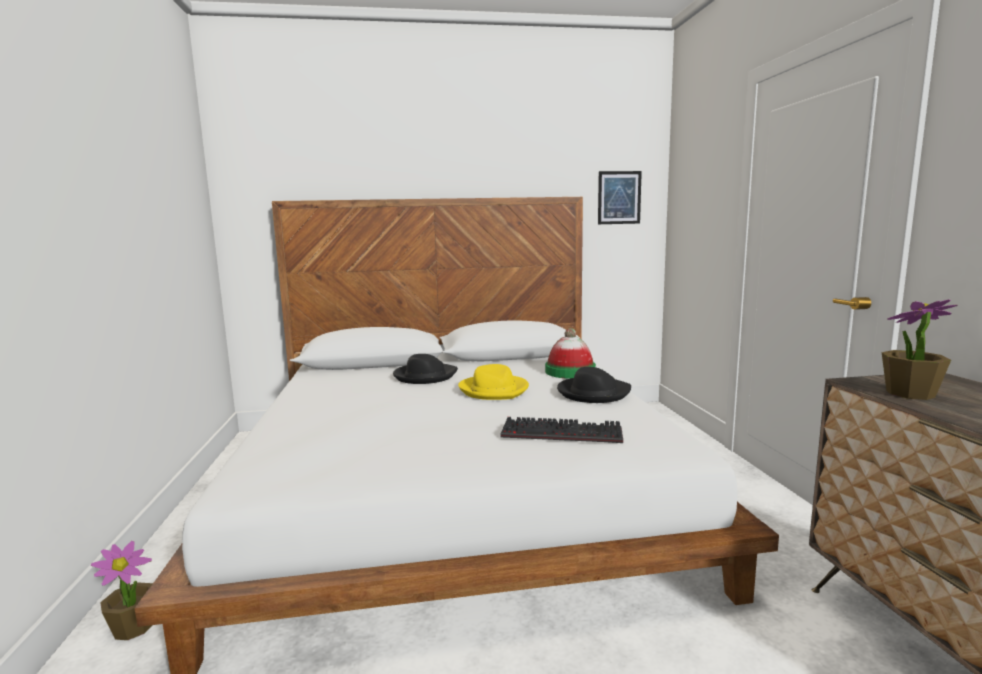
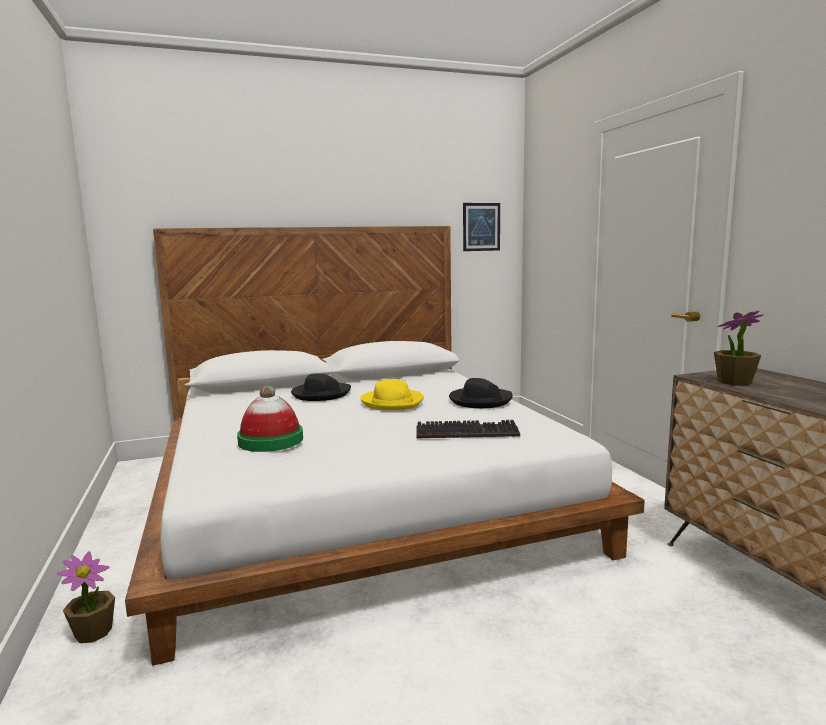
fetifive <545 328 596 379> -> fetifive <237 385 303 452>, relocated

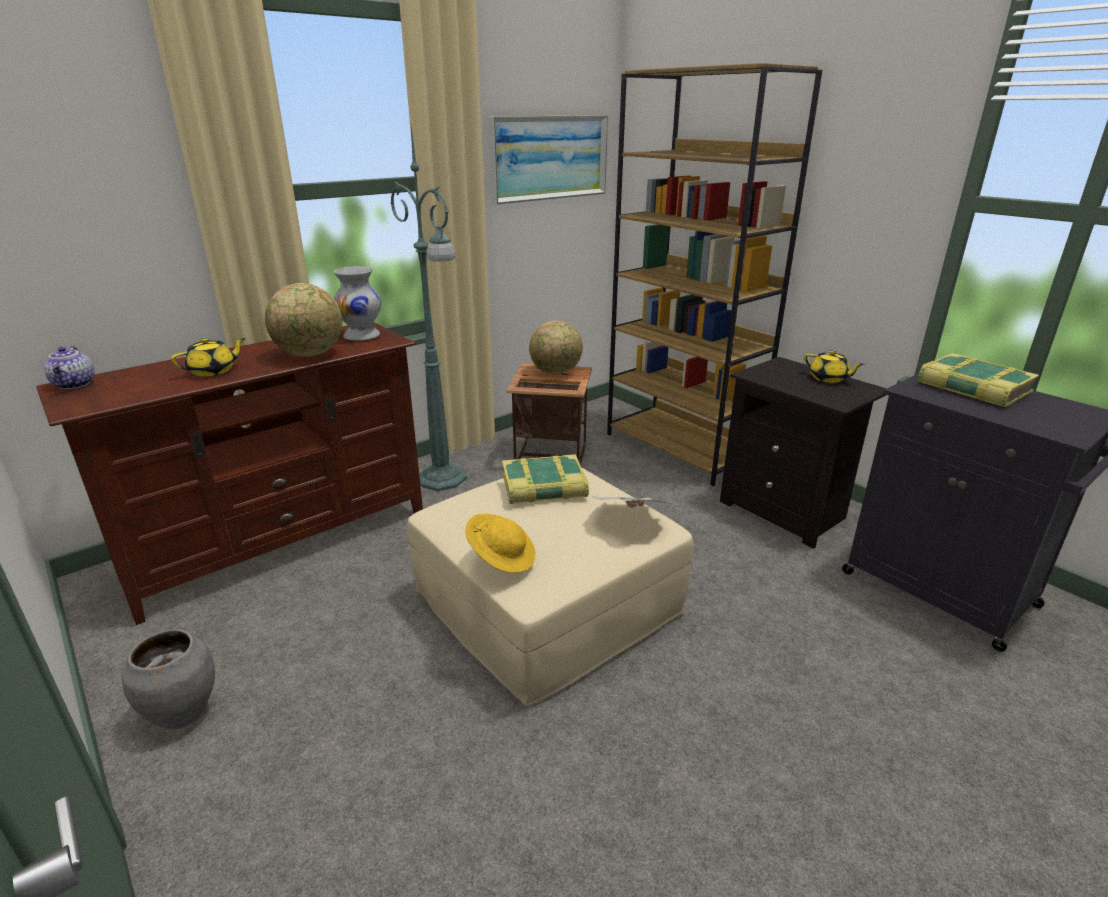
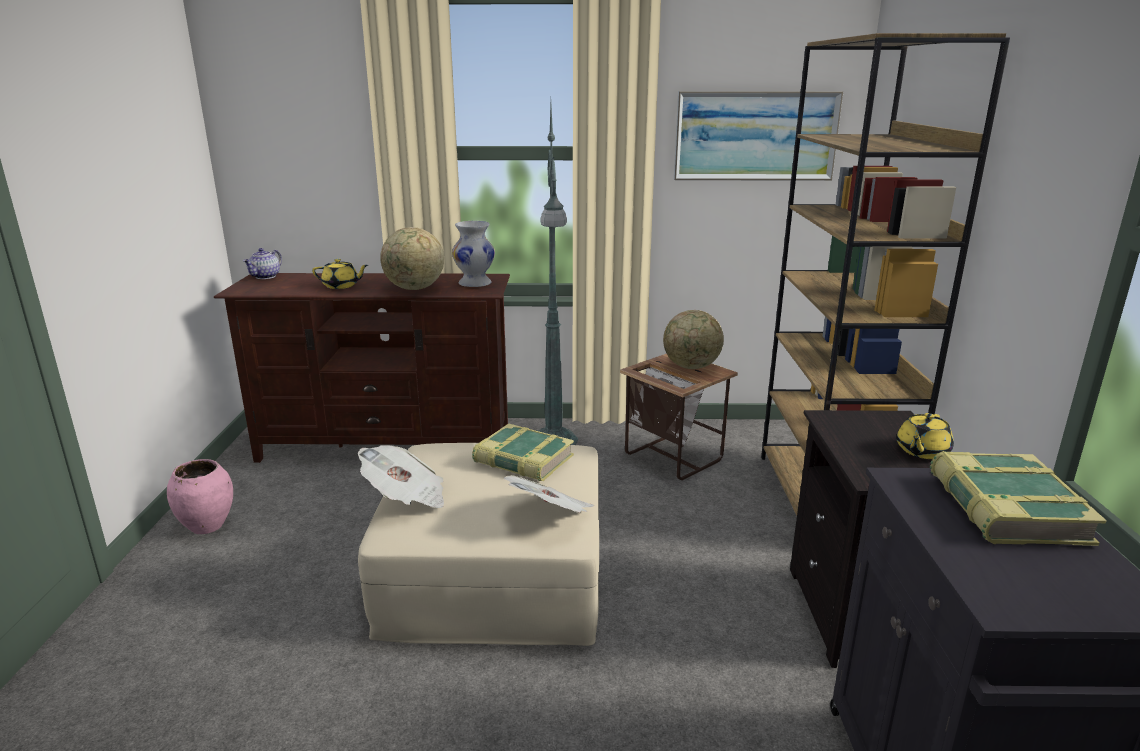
fetifive (yellow) <465 514 536 573> -> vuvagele <358 445 444 508>
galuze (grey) <122 629 215 729> -> galuze (pink) <167 459 233 534>
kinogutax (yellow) <804 350 865 383> -> kinogutax (yellow) <896 413 954 459>, 45 degrees clockwise

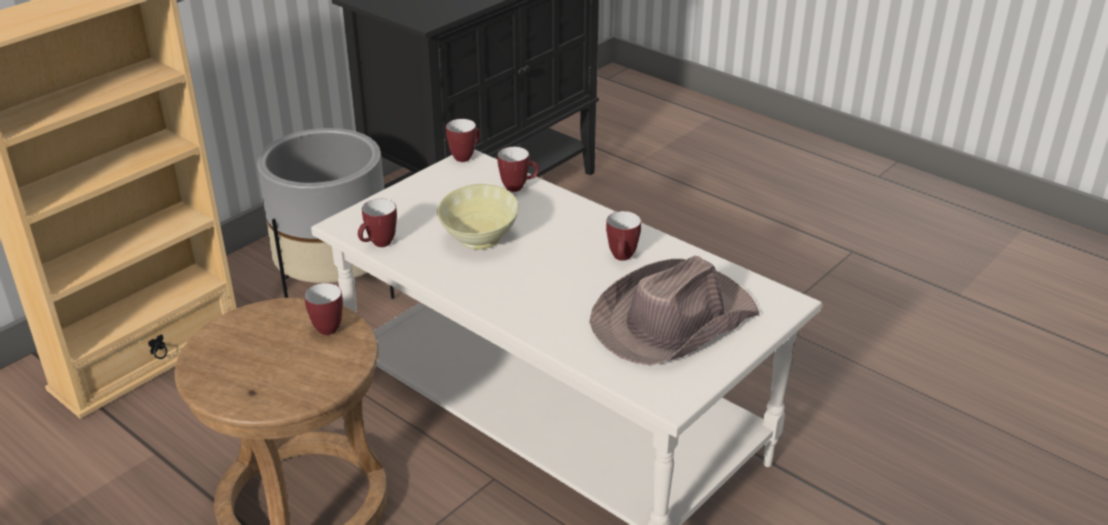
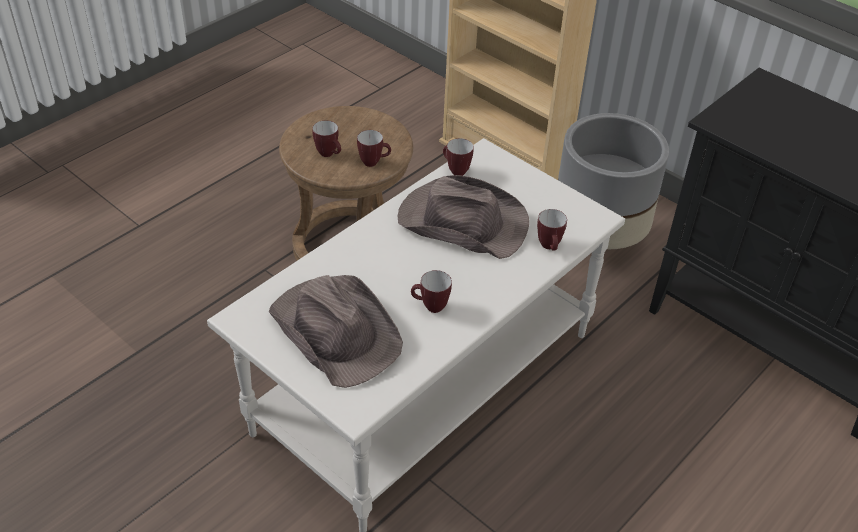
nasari <446 119 480 162> -> nasari <312 120 341 157>, relocated
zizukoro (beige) <437 184 519 250> -> fetifive (brown) <398 175 529 259>

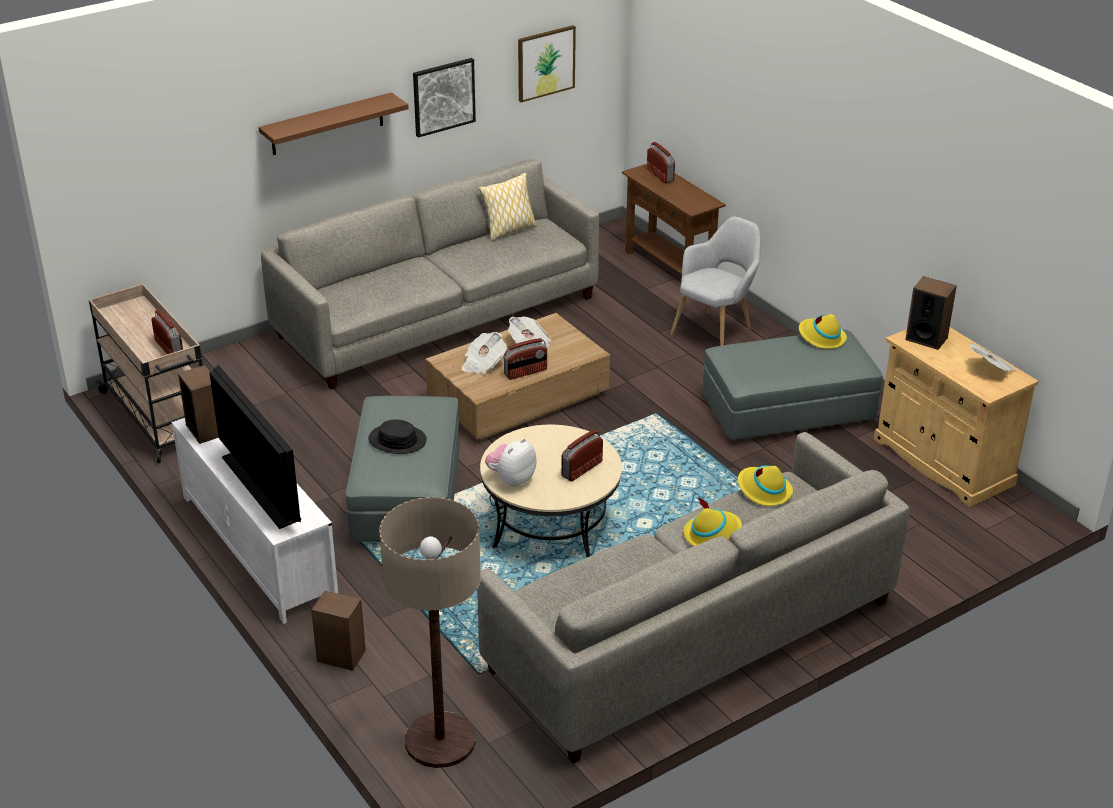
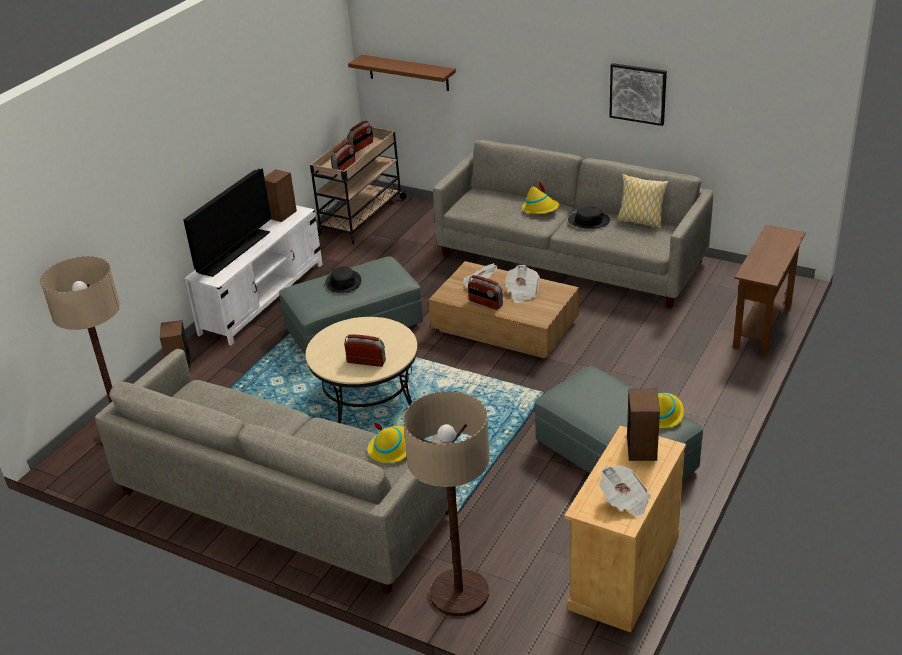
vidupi <485 438 536 487> -> none
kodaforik <518 25 576 102> -> none
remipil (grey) <670 216 761 346> -> none
none -> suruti <403 391 490 616>
none -> fetifive (black) <568 207 610 229>
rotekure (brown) <258 92 409 155> -> rotekure (brown) <348 55 456 91>, relocated
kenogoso <647 142 675 183> -> kenogoso <347 120 373 153>, relocated
fetifive (yellow) <684 497 742 546> -> fetifive (yellow) <522 181 560 214>, relocated

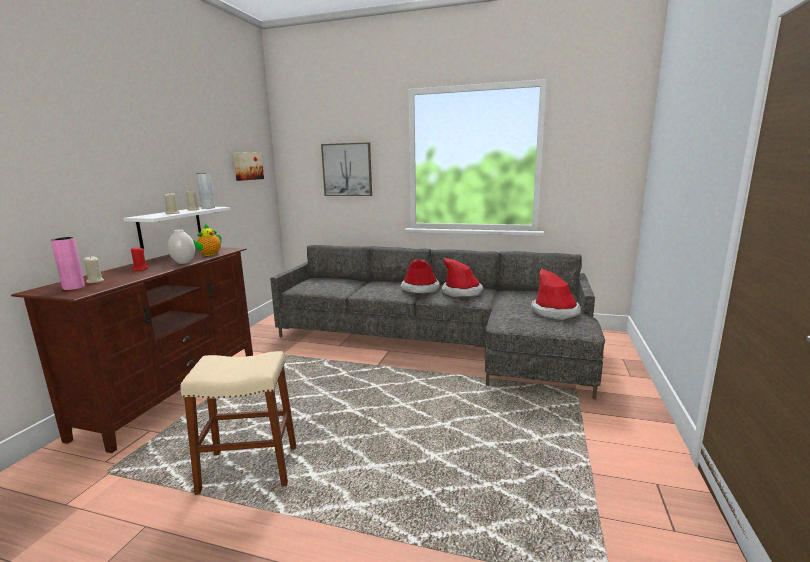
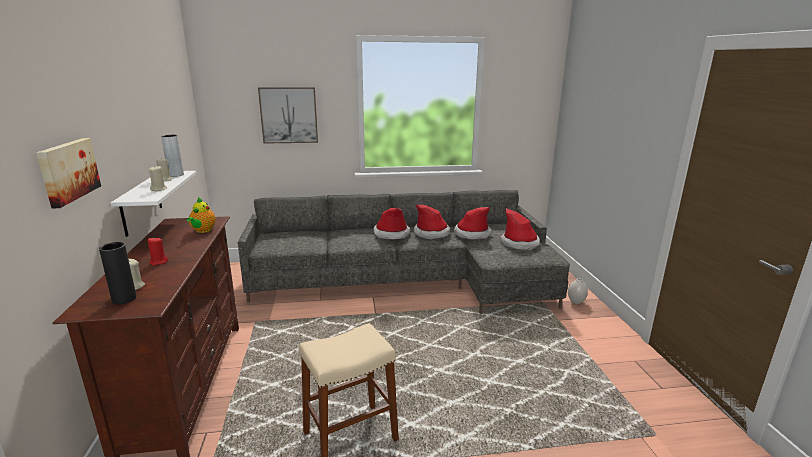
none -> fetifive <454 207 491 240>
galuze (white) <168 229 195 264> -> galuze (white) <568 278 588 304>, relocated
kodaforik <233 152 264 181> -> kodaforik <36 138 101 208>, relocated
galuze (pink) <51 237 85 290> -> galuze (black) <99 242 136 304>

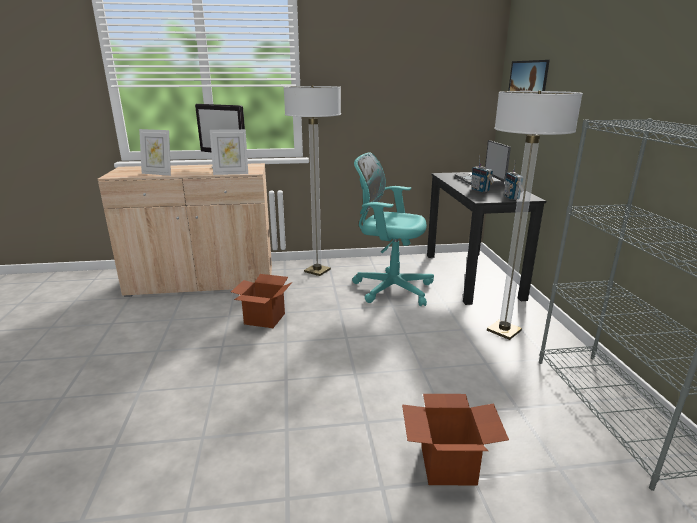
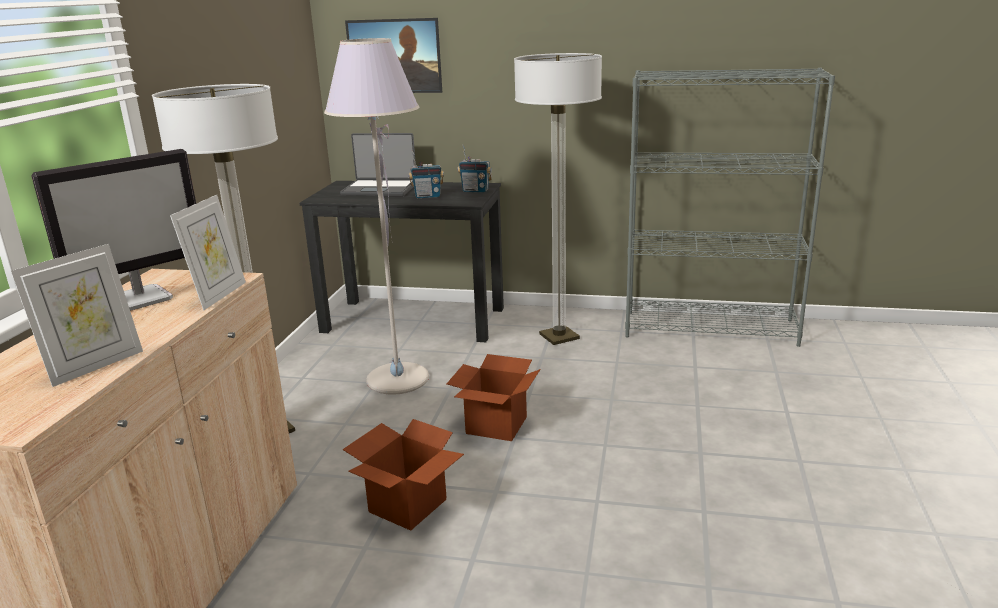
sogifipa <402 394 509 486> -> sogifipa <447 354 541 441>, relocated
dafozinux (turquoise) <352 152 434 306> -> suruti (grey) <324 38 429 395>

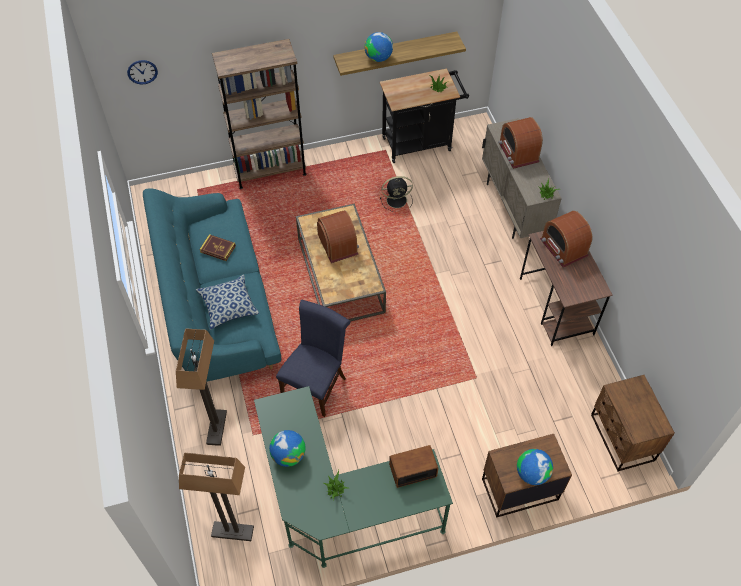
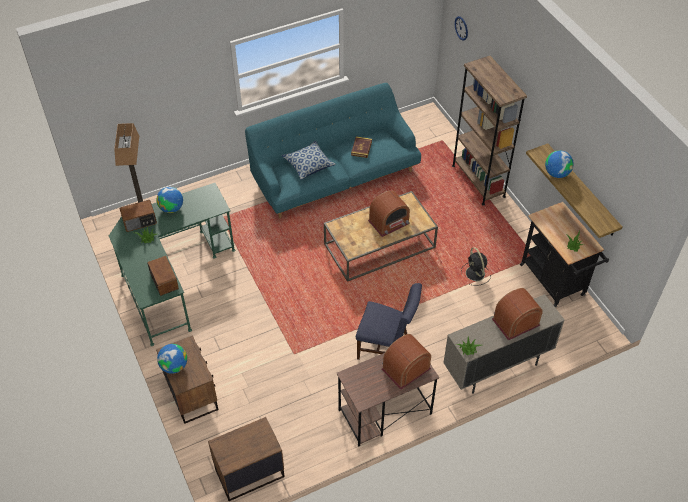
suruti <176 328 227 446> -> none
none -> kenogoso <120 200 157 232>
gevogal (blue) <276 300 350 417> -> gevogal (blue) <356 283 422 360>, relocated

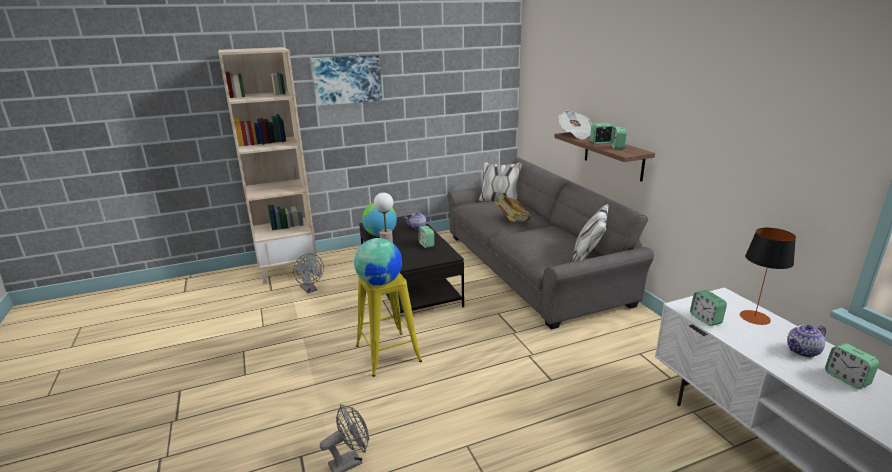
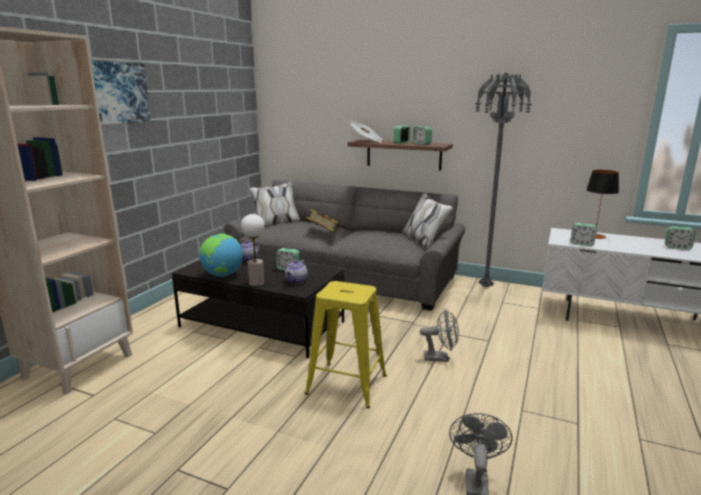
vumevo <354 238 402 286> -> none
none -> suruti (grey) <475 73 532 287>
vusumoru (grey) <293 254 324 293> -> vusumoru (grey) <420 308 459 362>, relocated
kinogutax <787 325 826 357> -> kinogutax <285 260 308 284>, relocated

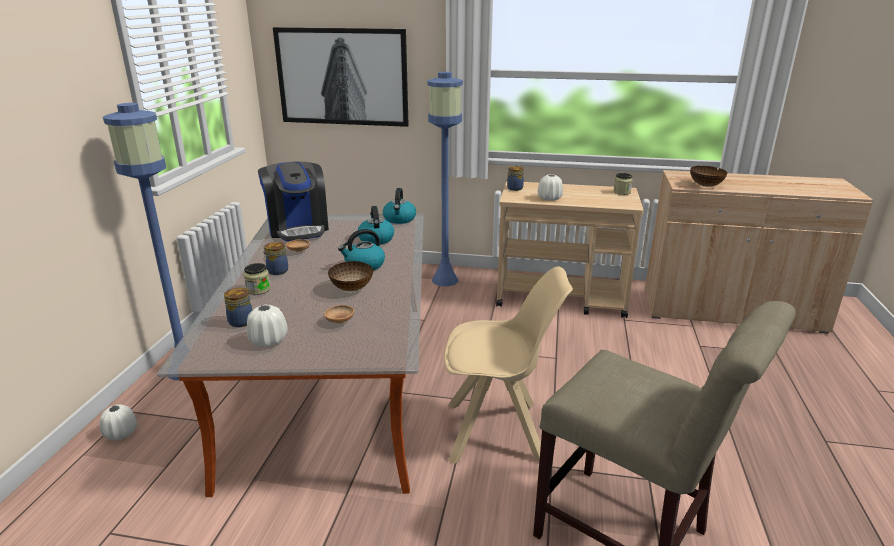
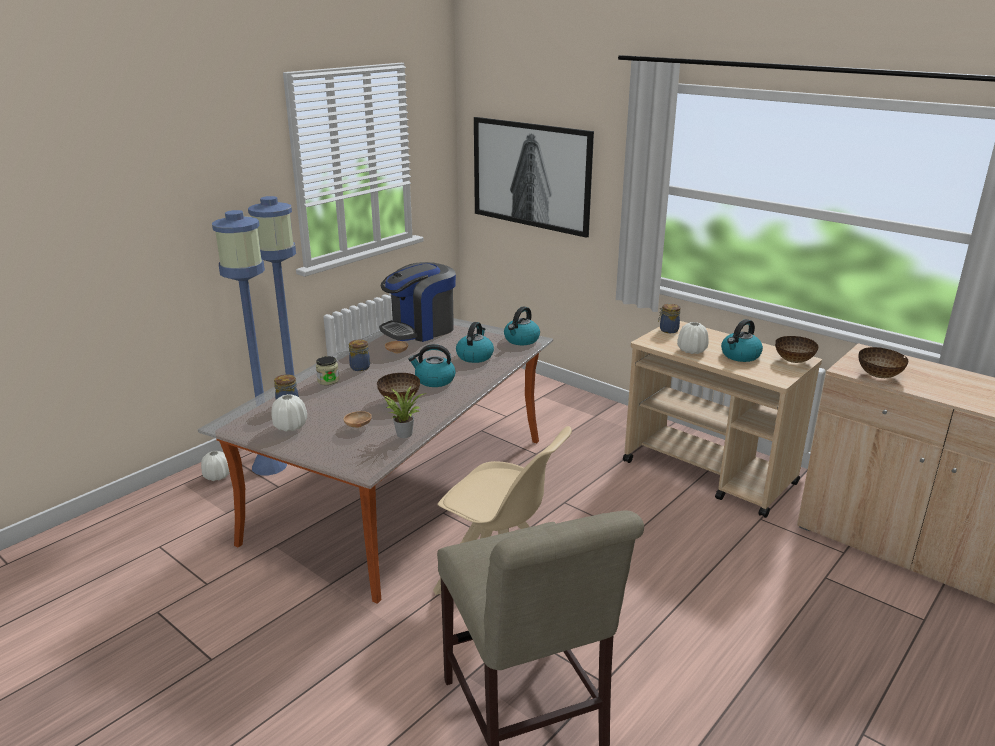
none -> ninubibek <385 386 427 438>
none -> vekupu <721 319 763 362>
suruti (blue) <428 72 463 286> -> suruti (blue) <212 210 287 475>, relocated
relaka <613 173 633 195> -> zizukoro <775 336 819 363>
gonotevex <258 162 329 241> -> gonotevex <379 262 456 342>, 45 degrees clockwise

